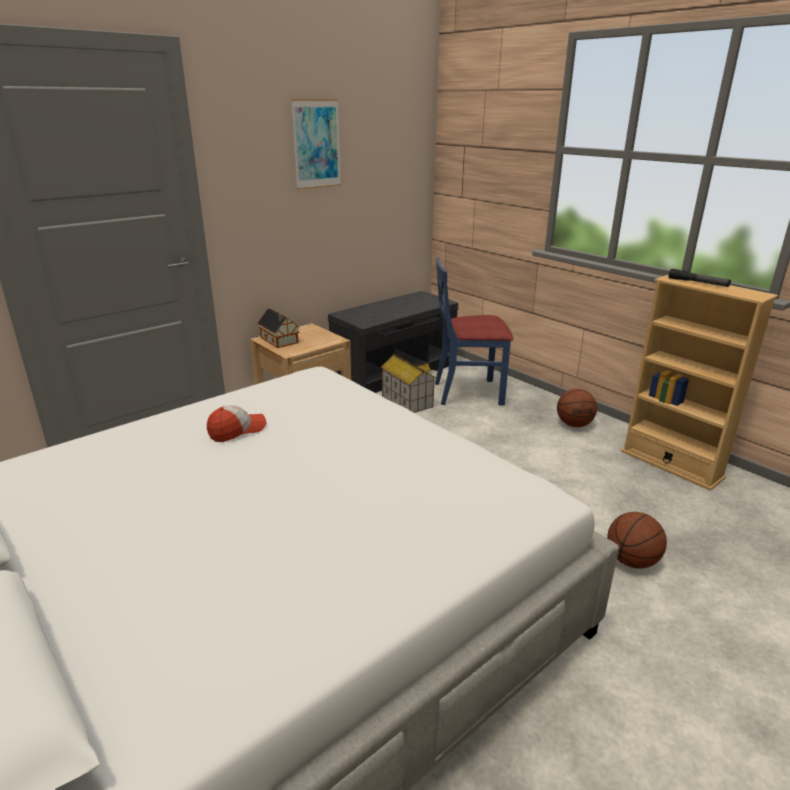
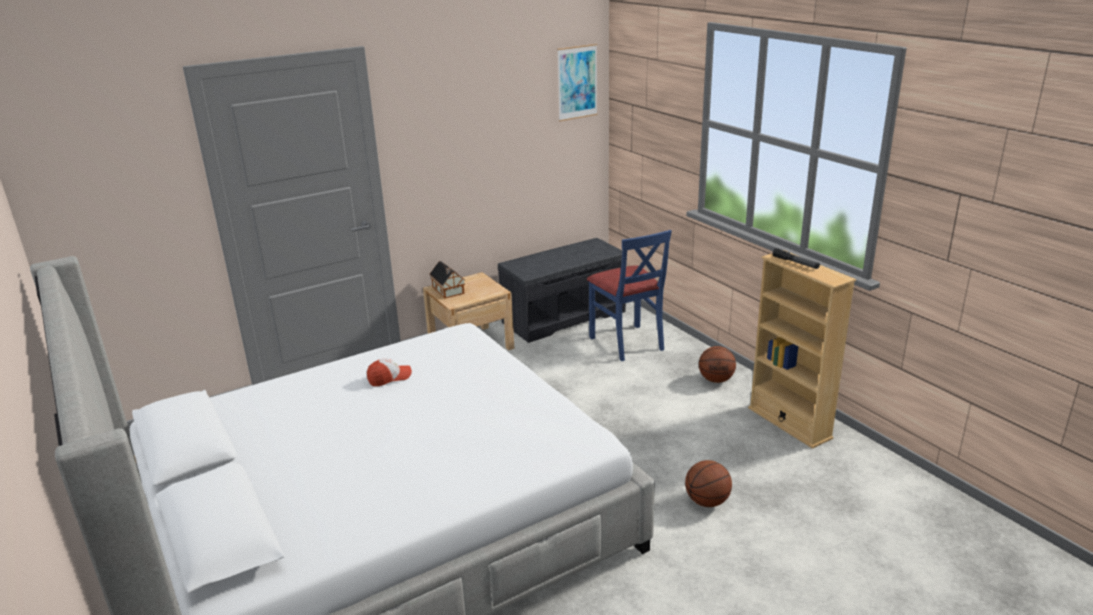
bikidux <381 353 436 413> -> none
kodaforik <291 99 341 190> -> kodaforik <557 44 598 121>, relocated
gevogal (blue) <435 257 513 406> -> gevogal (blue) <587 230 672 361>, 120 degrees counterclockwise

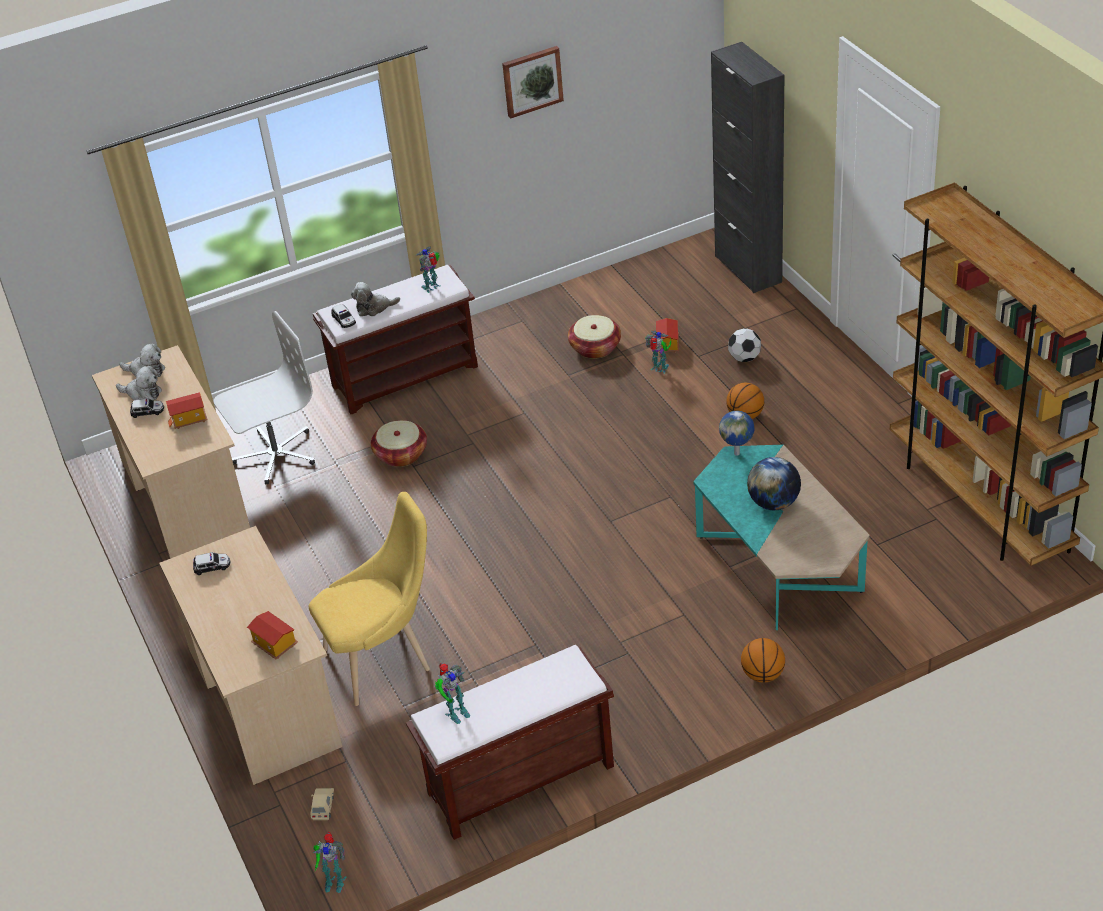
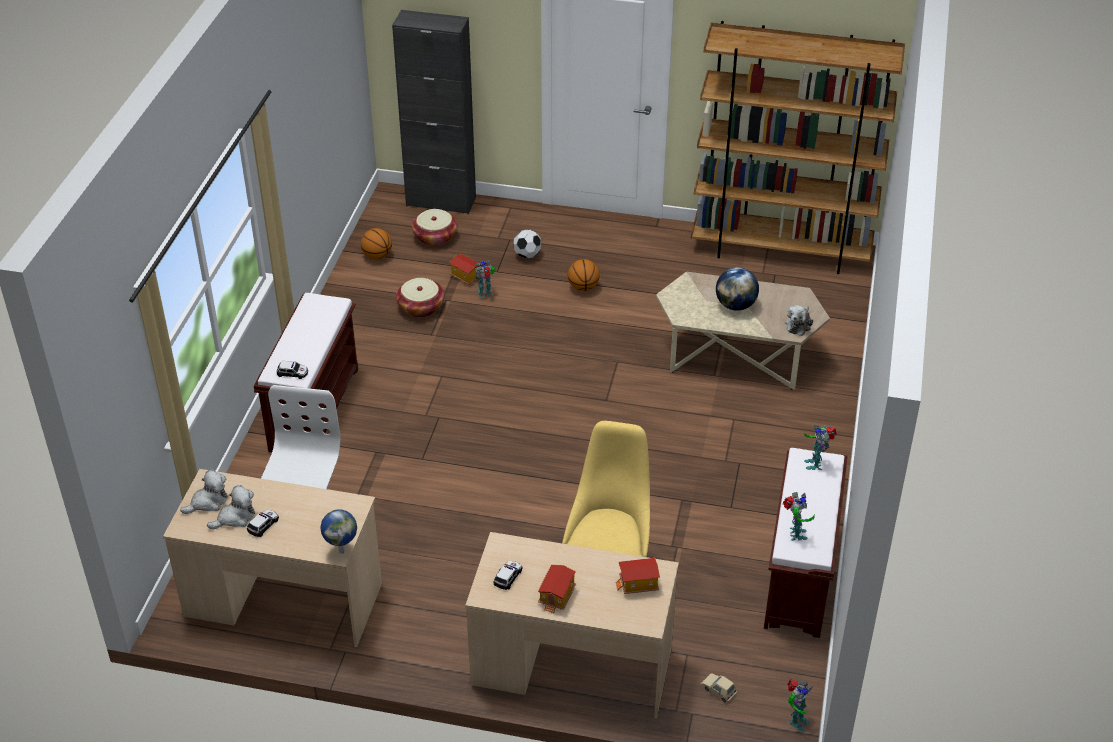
kodaforik <502 46 564 119> -> none
bikidux <166 392 208 429> -> bikidux <538 565 576 613>, relocated
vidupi <351 282 400 316> -> vidupi <785 305 813 336>, relocated
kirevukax <371 420 427 467> -> kirevukax <412 209 458 246>, relocated
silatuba <416 247 440 293> -> silatuba <804 424 837 470>, relocated
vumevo <719 411 754 456> -> vumevo <320 509 357 554>, relocated
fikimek <741 638 785 683> -> fikimek <361 228 392 260>, relocated
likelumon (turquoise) <693 445 870 630> -> likelumon (beige) <656 272 830 390>

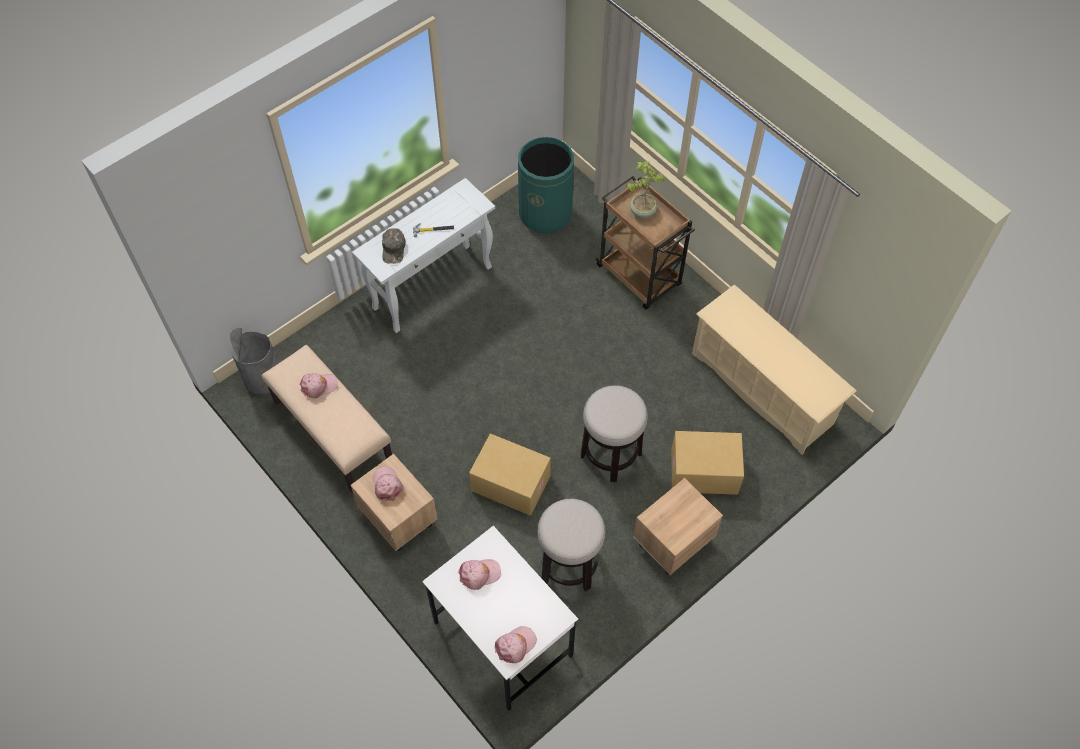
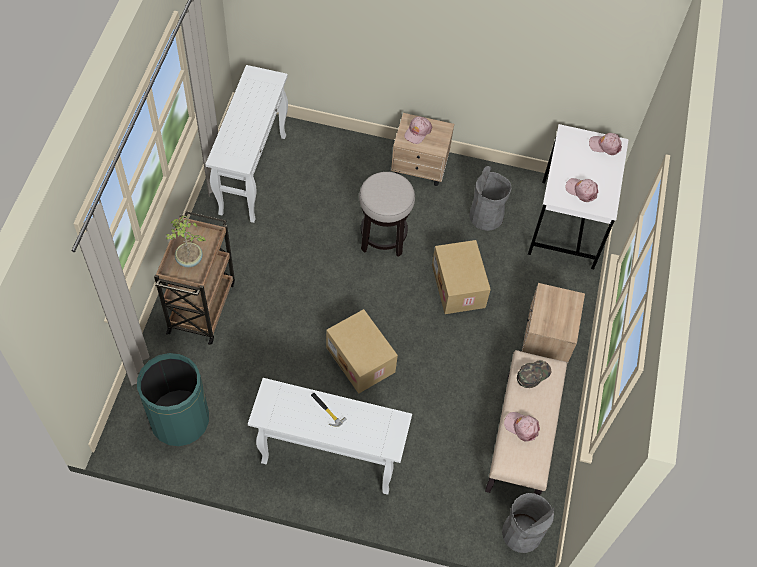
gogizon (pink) <373 467 403 501> -> gogizon (pink) <404 116 432 144>, relocated
gogizon (green) <382 228 406 264> -> gogizon (green) <517 360 552 388>, relocated
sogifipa <671 431 744 495> -> sogifipa <326 309 398 394>, relocated
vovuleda <537 499 605 592> -> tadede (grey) <469 166 511 231>
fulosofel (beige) <692 284 857 455> -> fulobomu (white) <206 65 288 223>

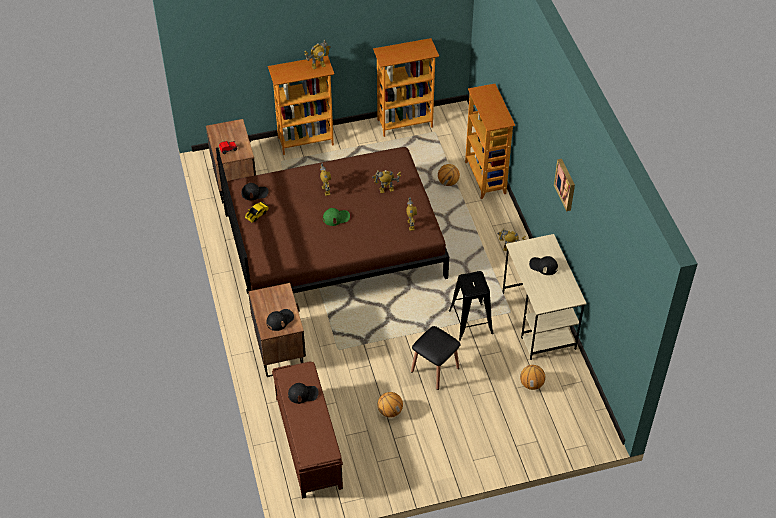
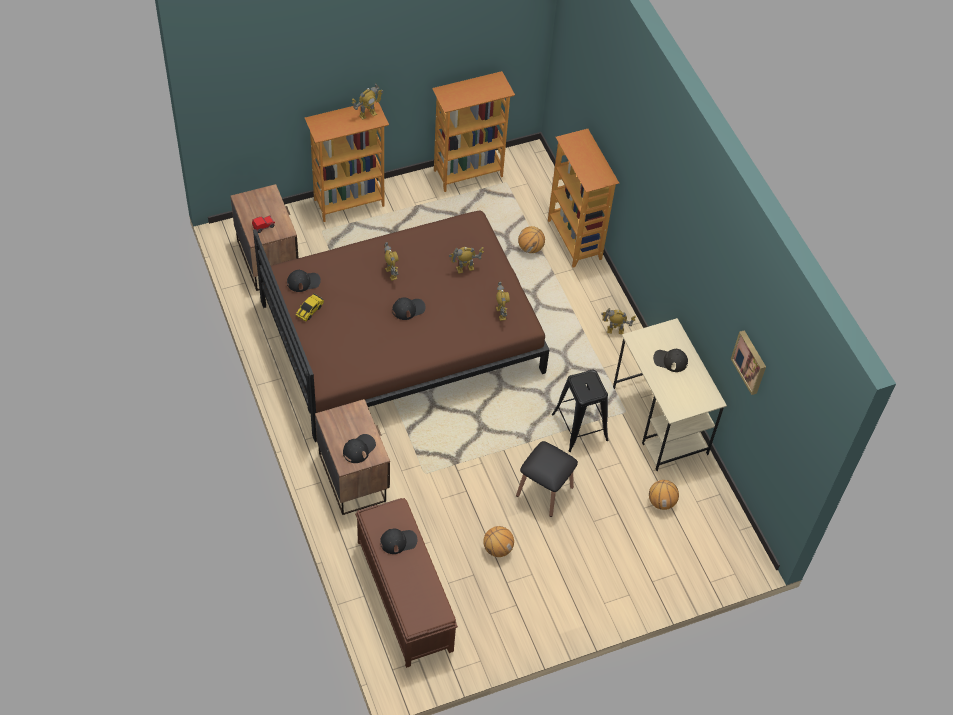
kodaforik <554 159 575 211> -> kodaforik <731 330 766 395>, relocated
gogizon (green) <323 208 350 226> -> gogizon (black) <392 297 426 320>

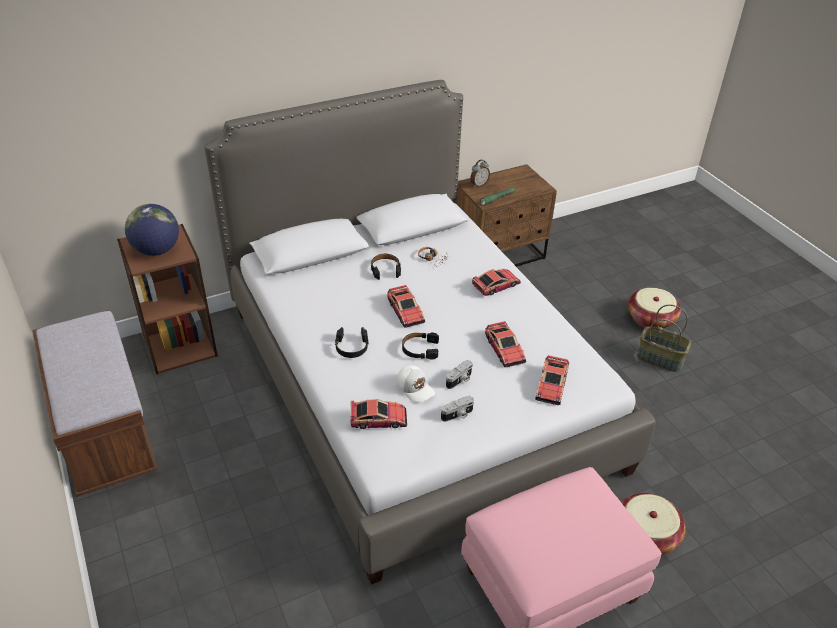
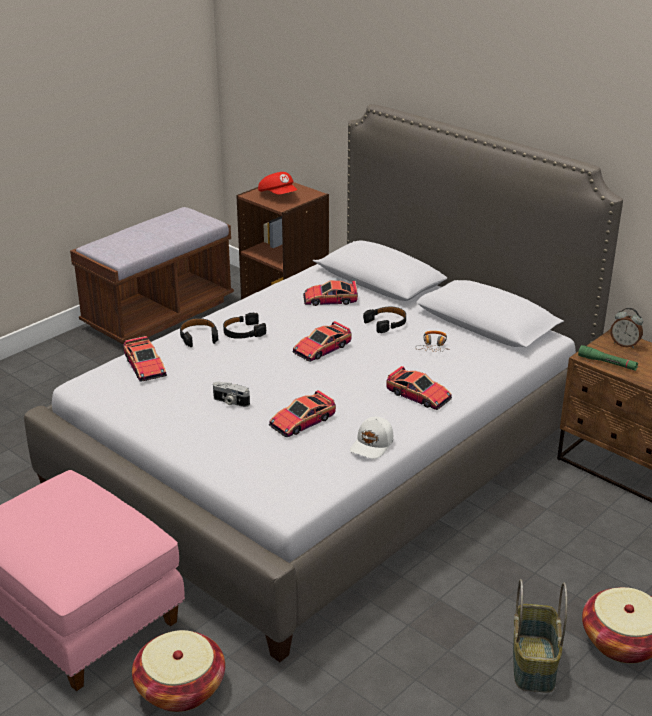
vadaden <441 396 474 422> -> none
gogizon (white) <396 365 435 403> -> gogizon (white) <350 417 394 459>, relocated
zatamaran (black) <402 333 439 360> -> zatamaran (black) <180 318 218 347>, relocated
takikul <535 355 569 405> -> takikul <303 280 358 306>, relocated
vumevo <125 204 179 256> -> gogizon (red) <258 172 297 195>

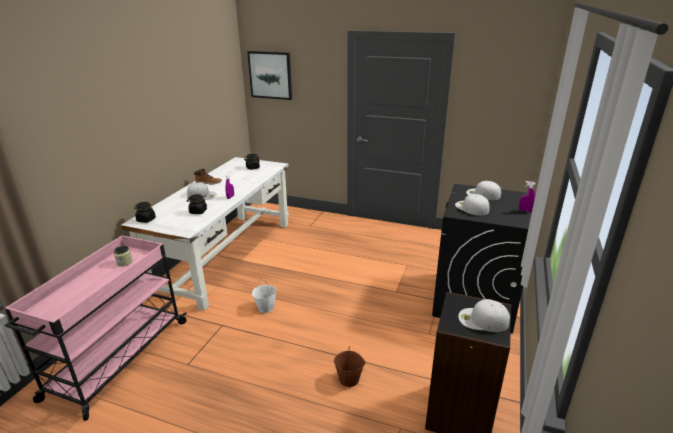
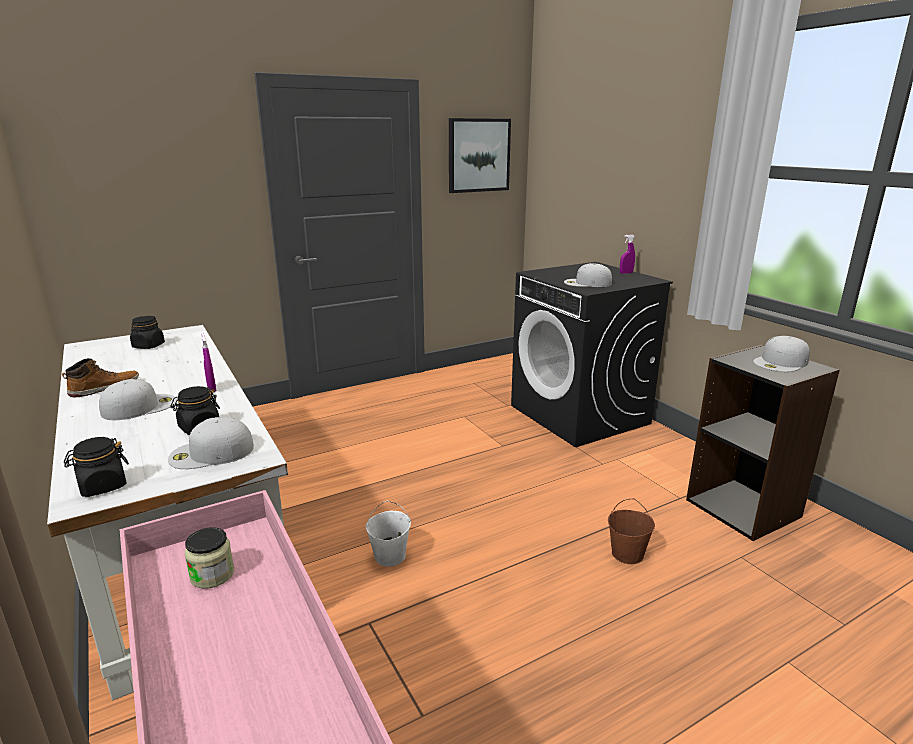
kodaforik <247 51 292 100> -> kodaforik <449 118 511 193>, relocated
gogizon (white) <466 181 501 200> -> gogizon (white) <168 417 254 469>, relocated

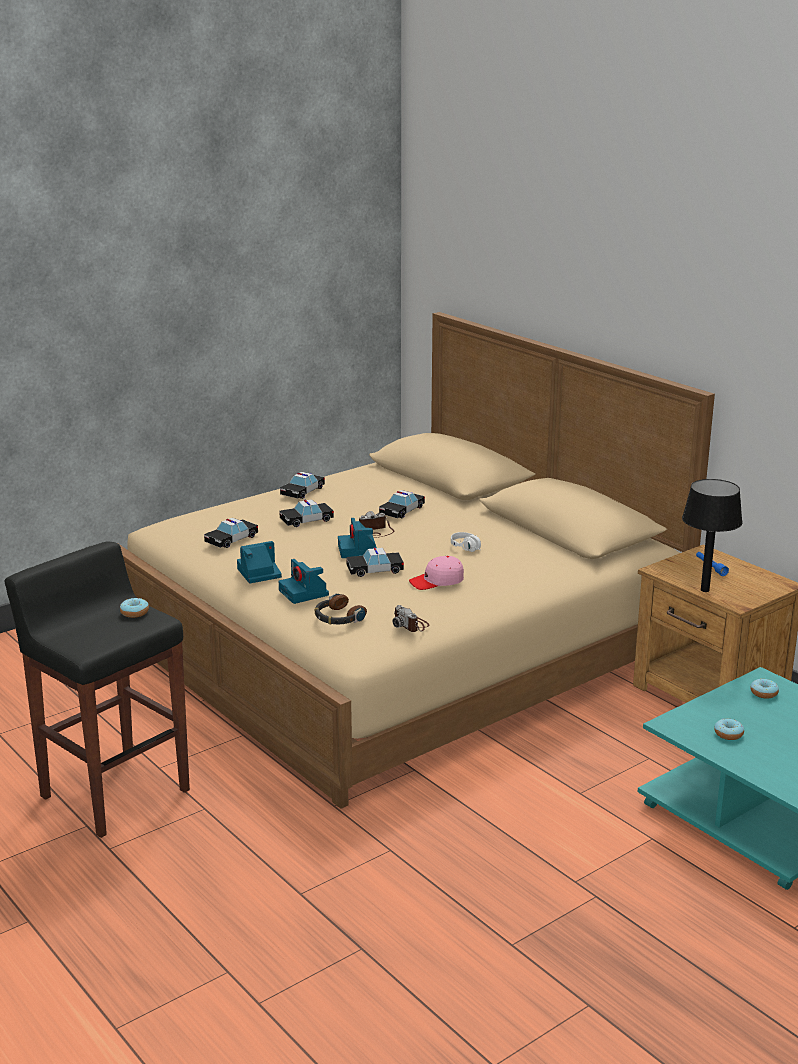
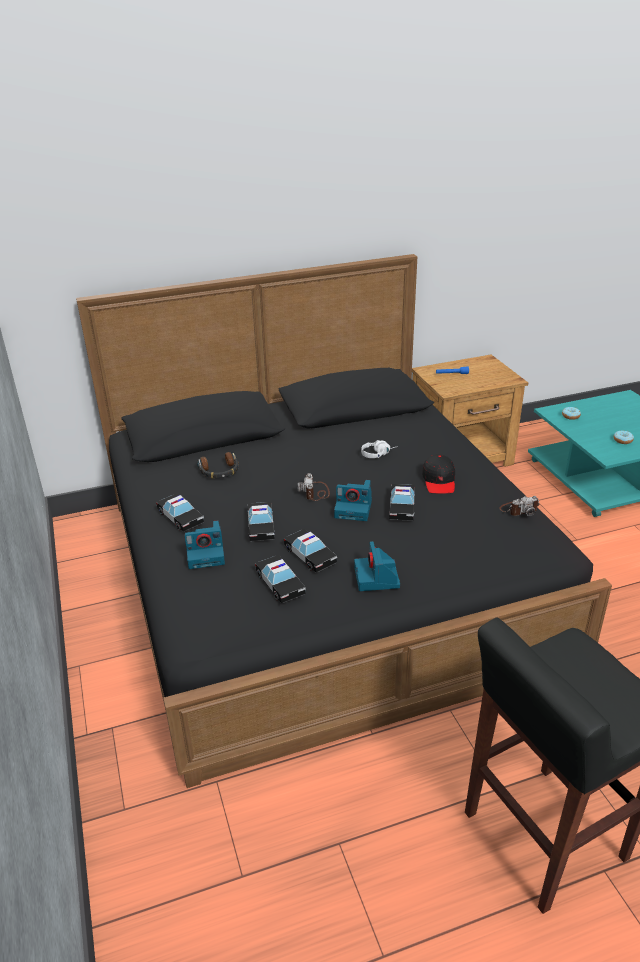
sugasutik <120 598 149 618> -> none
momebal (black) <682 479 743 592> -> none
vadaden <278 559 329 604> -> vadaden <185 521 225 569>, relocated
zatamaran <315 593 367 624> -> zatamaran <197 452 239 479>, relocated
takikul <379 490 425 518> -> takikul <284 529 337 573>, relocated
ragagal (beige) <119 312 715 809> -> ragagal (black) <76 254 612 788>
gogizon (pink) <409 556 464 590> -> gogizon (black) <422 454 455 493>

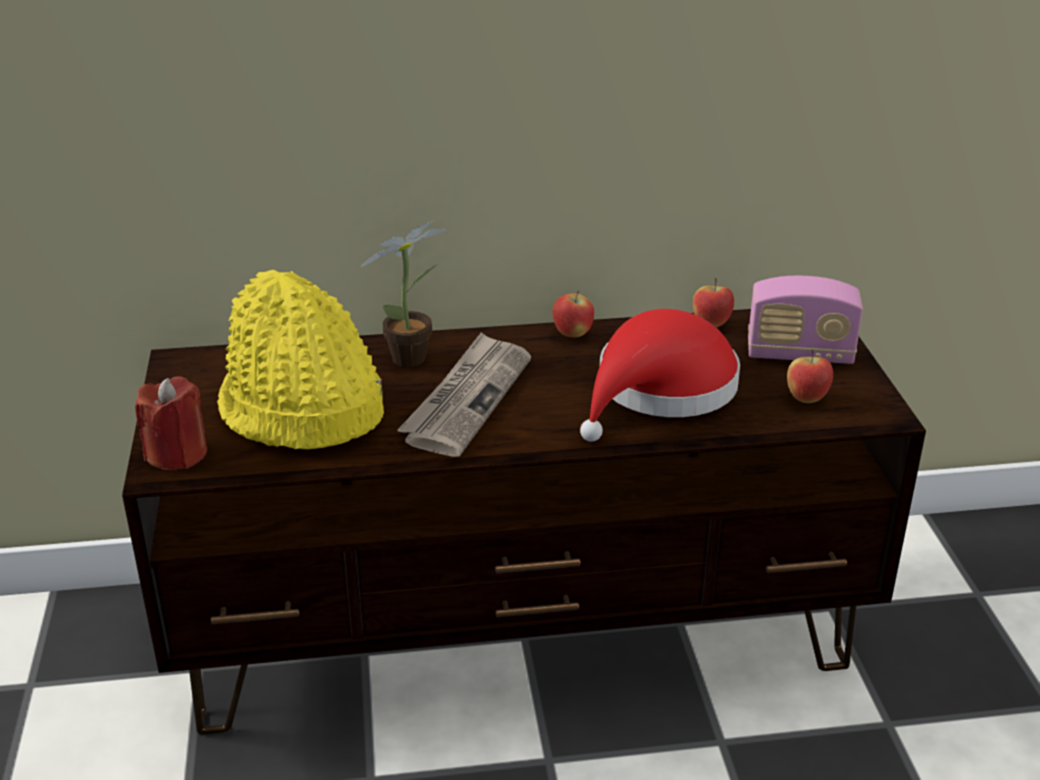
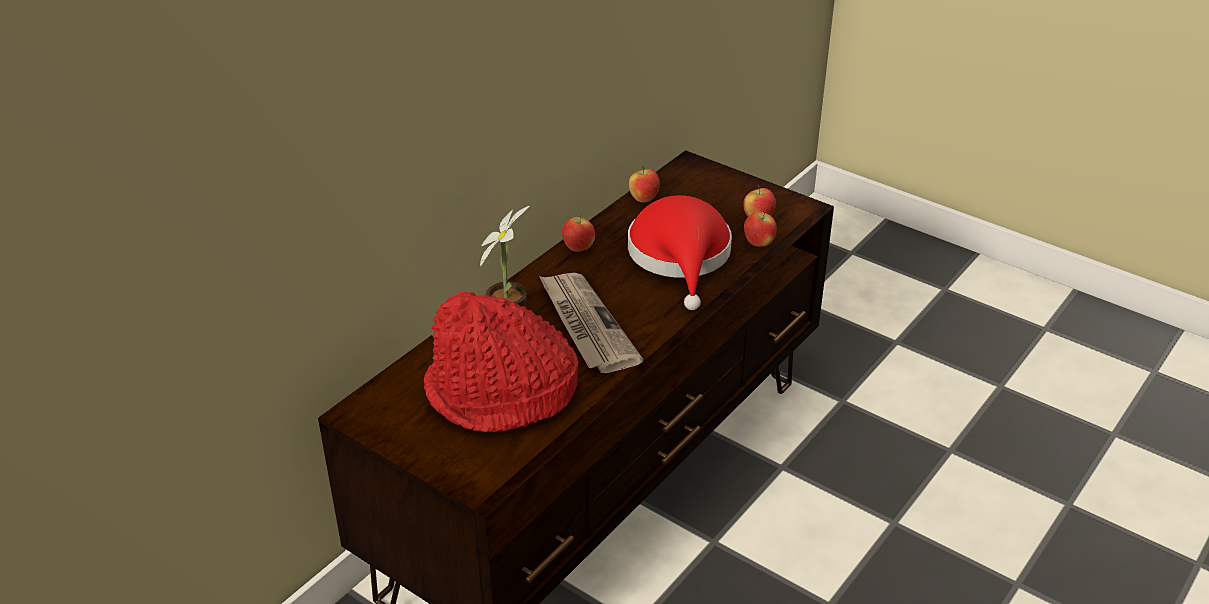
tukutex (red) <135 376 207 470> -> none
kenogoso <748 276 863 364> -> none
none -> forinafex <744 211 777 247>
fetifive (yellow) <217 270 384 449> -> fetifive (red) <424 292 578 432>

